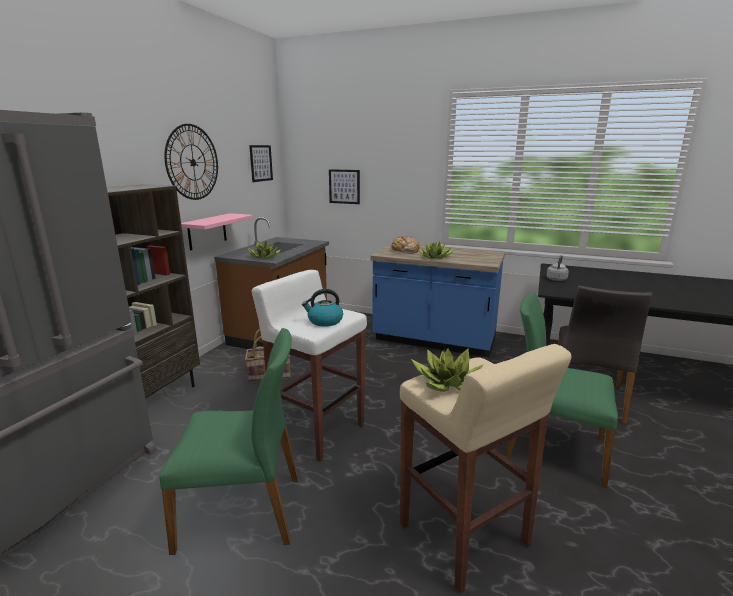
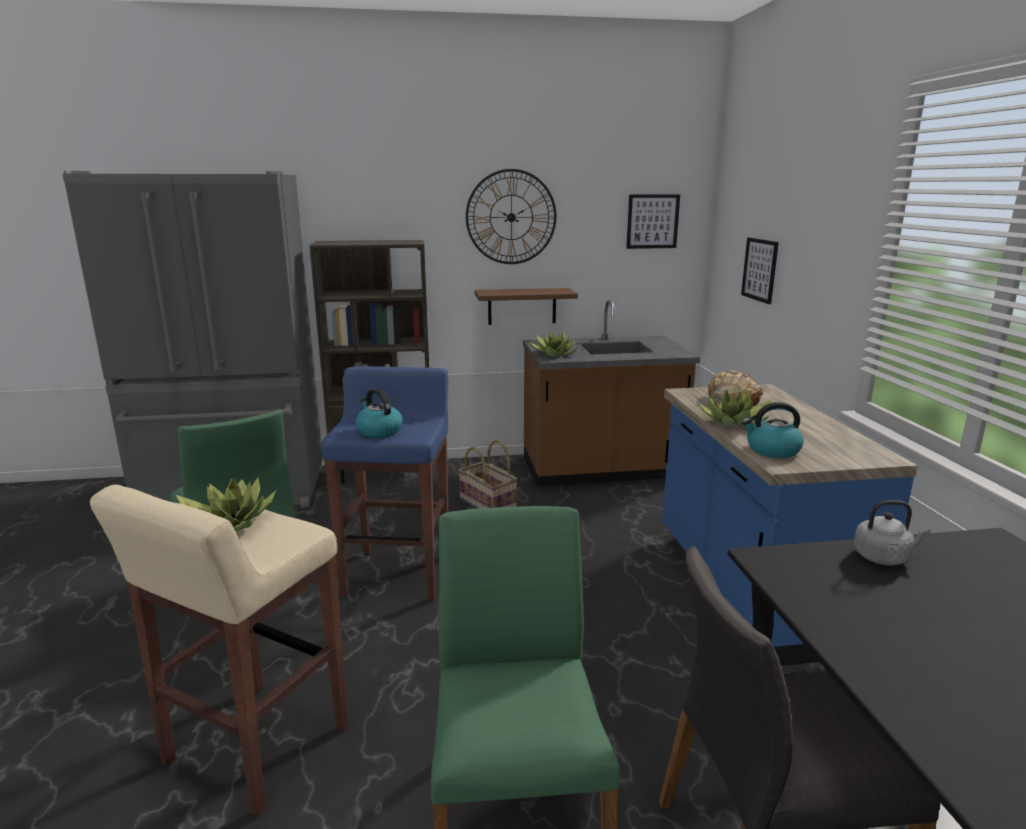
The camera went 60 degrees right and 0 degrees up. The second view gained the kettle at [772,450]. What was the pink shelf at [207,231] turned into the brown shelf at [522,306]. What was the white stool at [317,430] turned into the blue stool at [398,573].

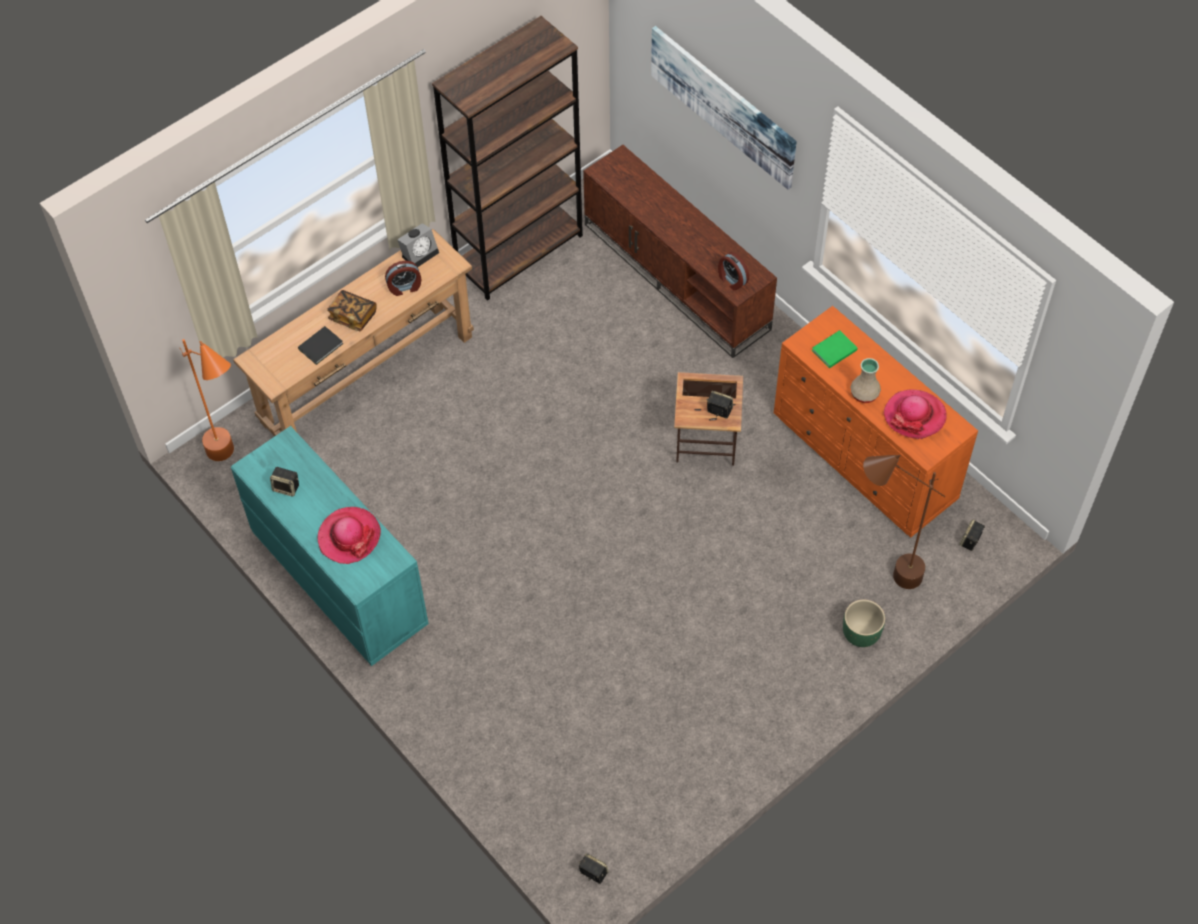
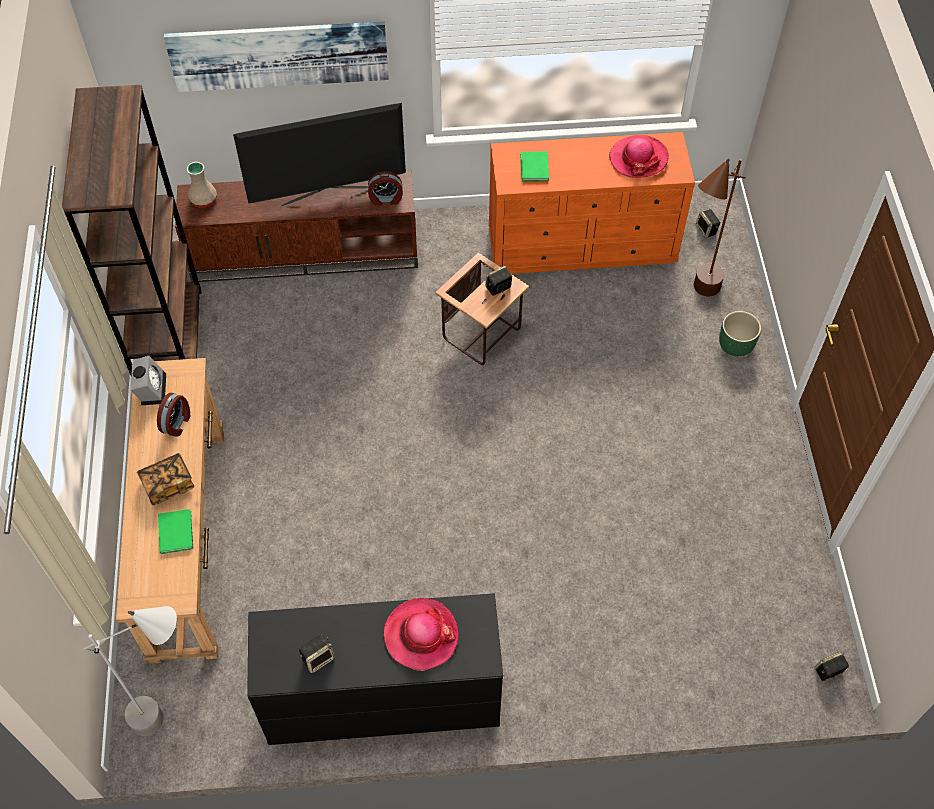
The camera went 55 degrees left and 0 degrees up. The second view gained the television at [328,195]. The beige vase ended up elsewhere, having gone from [865,393] to [203,199]. What was the orange floor lamp at [234,463] turned into the grey floor lamp at [175,715]. What was the turquoise dresser at [339,578] turned into the black dresser at [381,698]. What was the black book at [322,346] turned into the green book at [176,531].

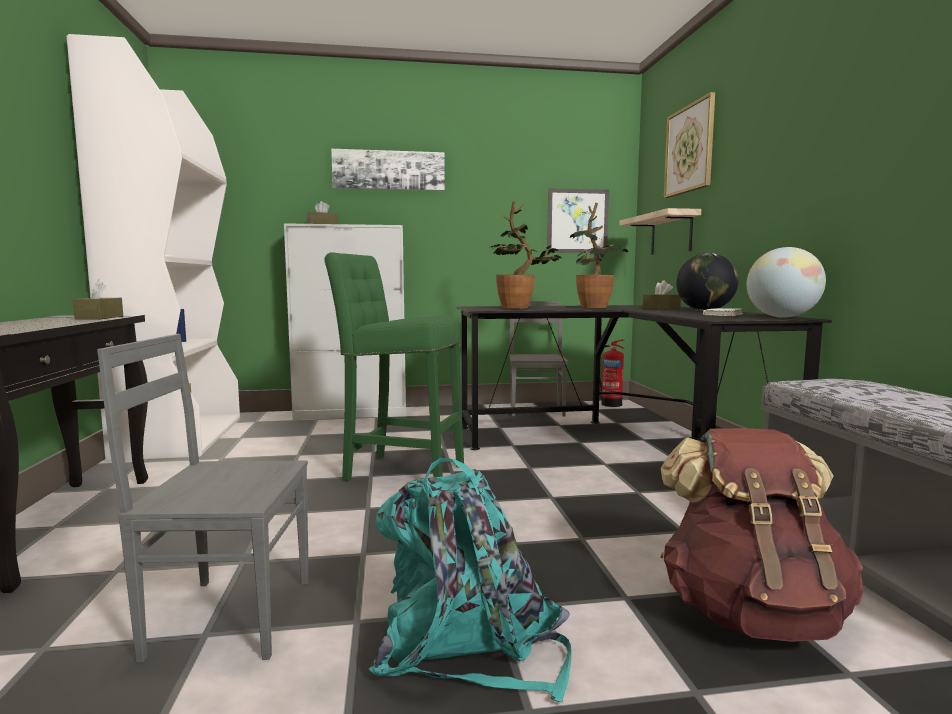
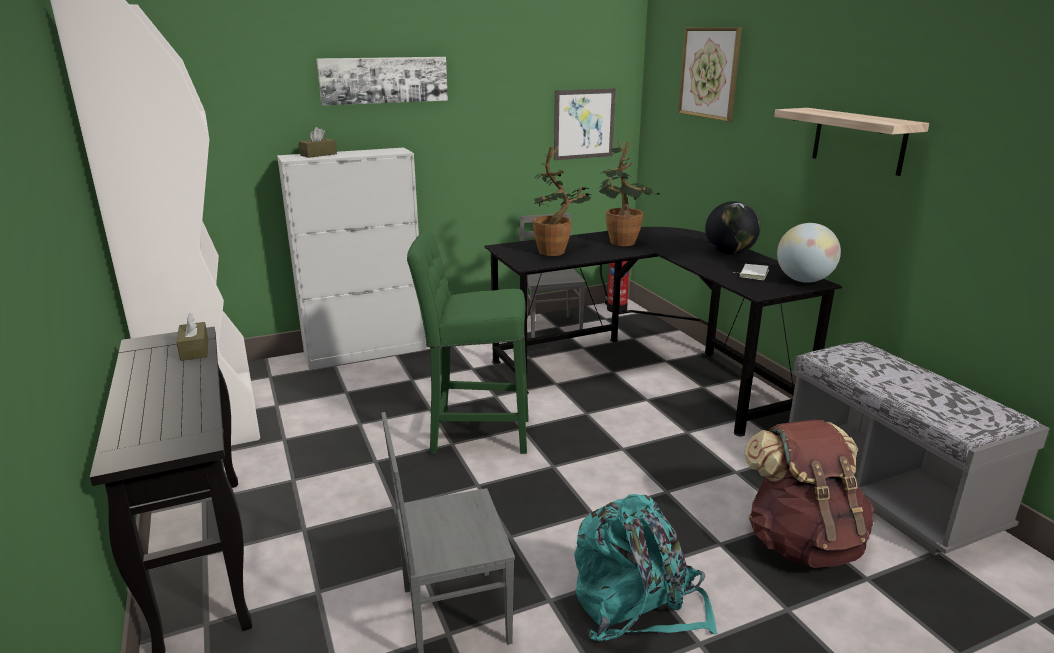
The camera went 15 degrees left and 15 degrees up. The second view lost the brown tissue box at [661,308]. The shelf ended up elsewhere, having gone from [671,234] to [858,140].

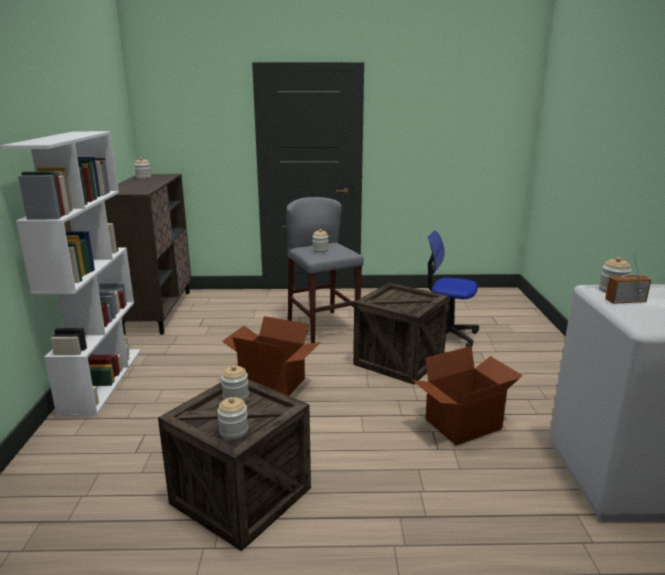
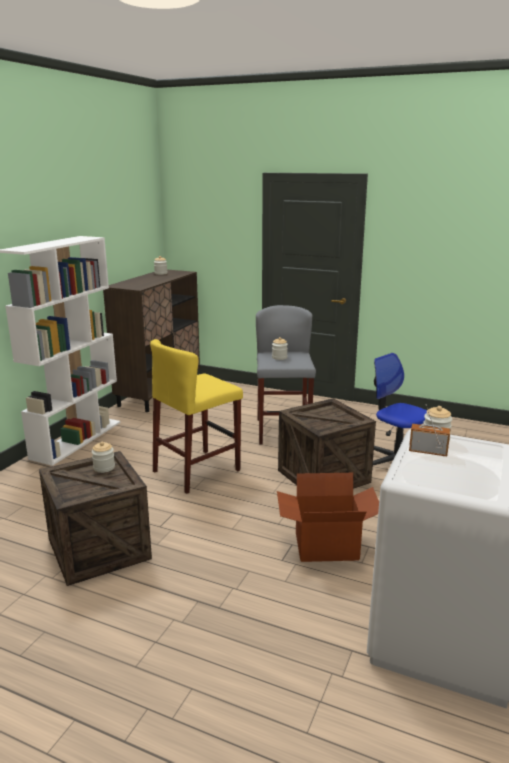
The camera went 25 degrees right and 0 degrees up. The second view lost the jar at [233,431]. Where the cardboard box stood at [273,383], the yellow stool came to stand at [196,471].

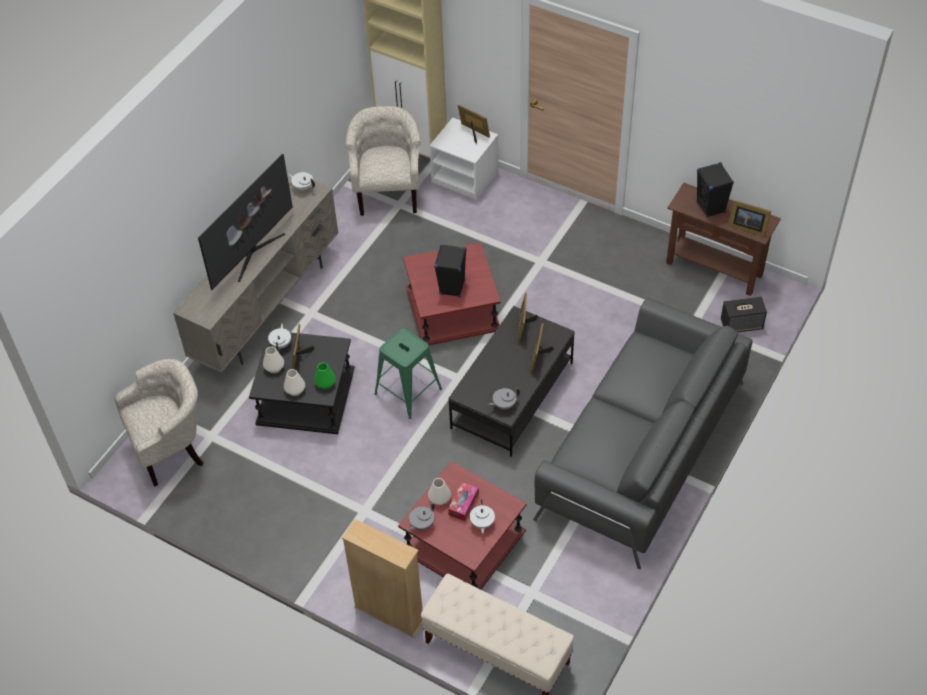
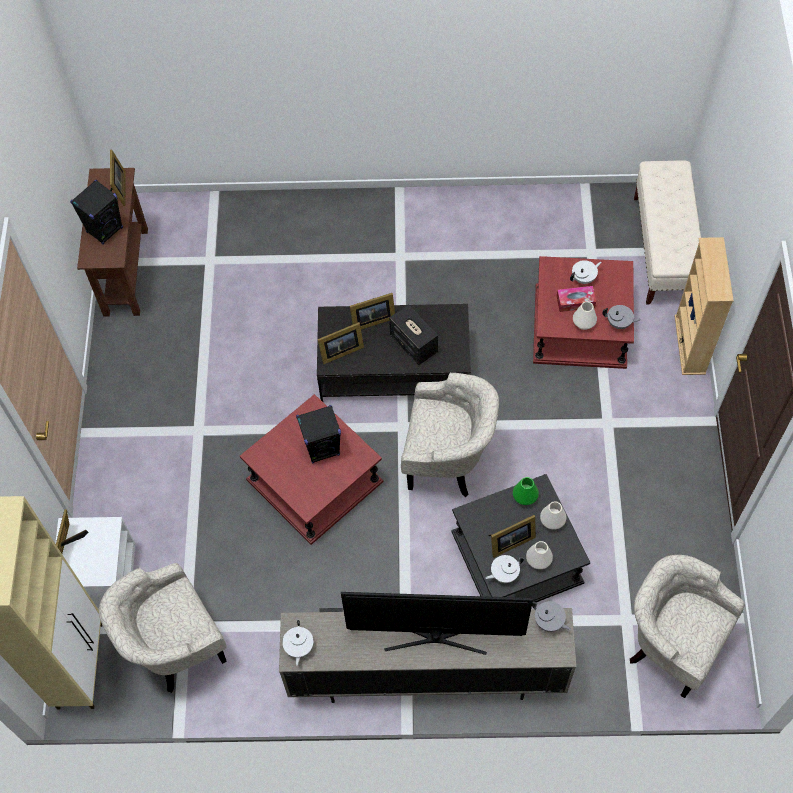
The camera went 120 degrees left and 10 degrees up. The second view lost the grey sofa at [641,449]. The grey teapot ended up elsewhere, having gone from [504,405] to [549,621]. The speaker ended up elsewhere, having gone from [742,324] to [413,343]. Where the green stool stood at [408,391], the beige armchair came to stand at [448,462].

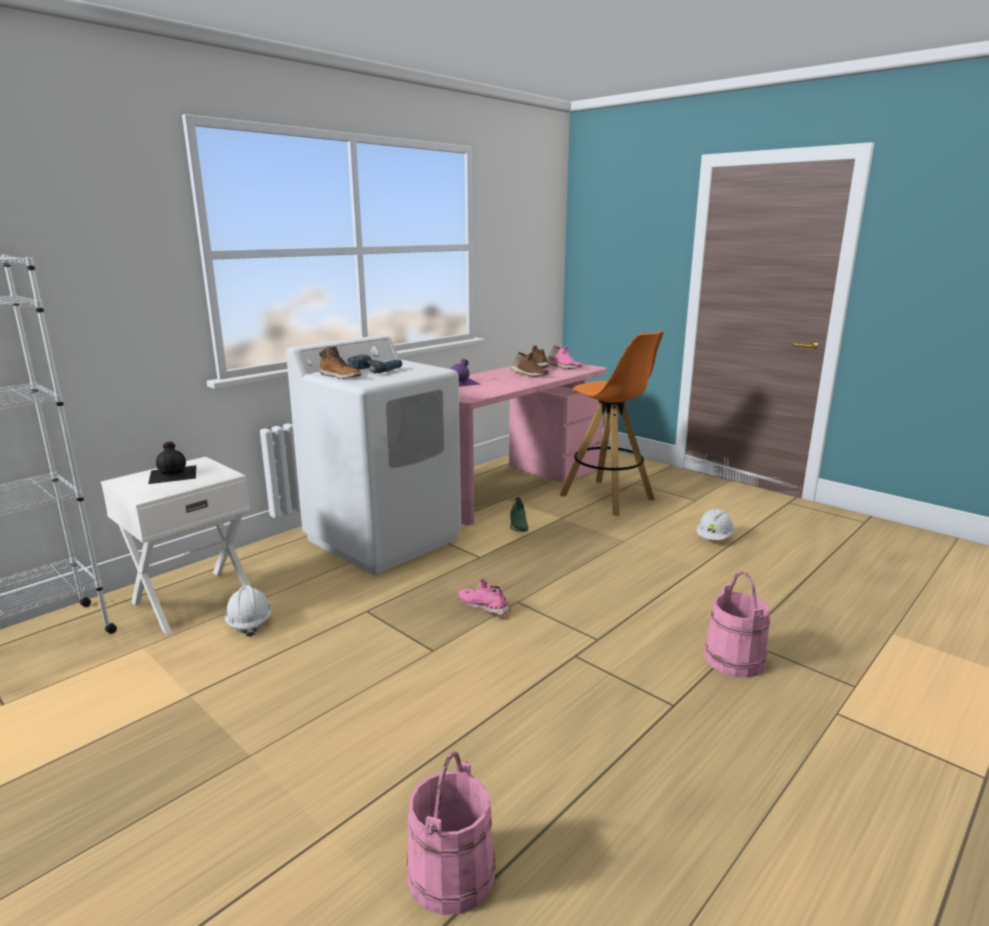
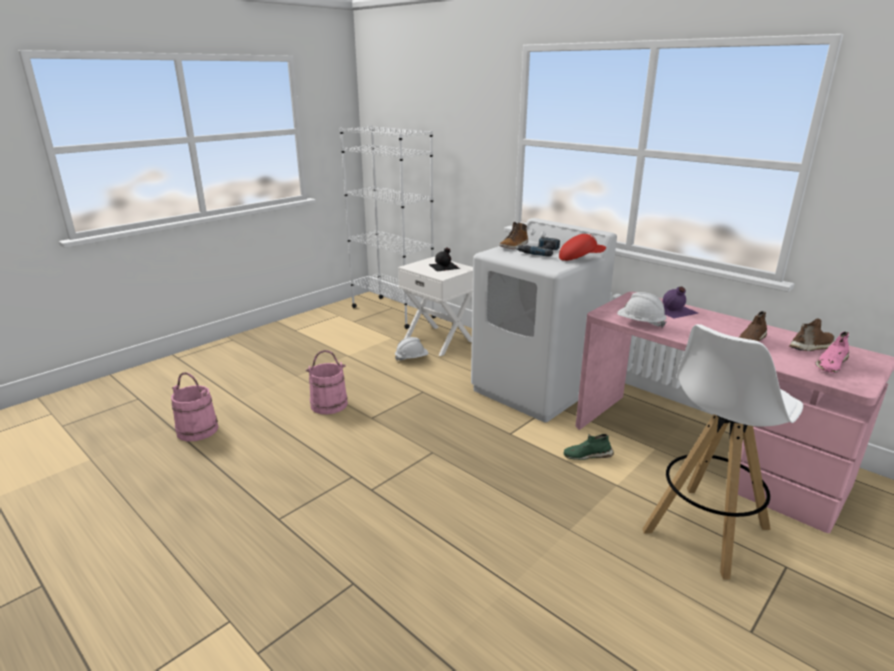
The camera went 90 degrees right and 5 degrees up. The second view lost the pink shoe at [484,607]. The second view gained the red cap at [580,258]. The white hard hat ended up elsewhere, having gone from [714,538] to [640,323]. The pink bucket ended up elsewhere, having gone from [734,659] to [329,404]. What was the orange stool at [608,497] turned into the white stool at [705,530].

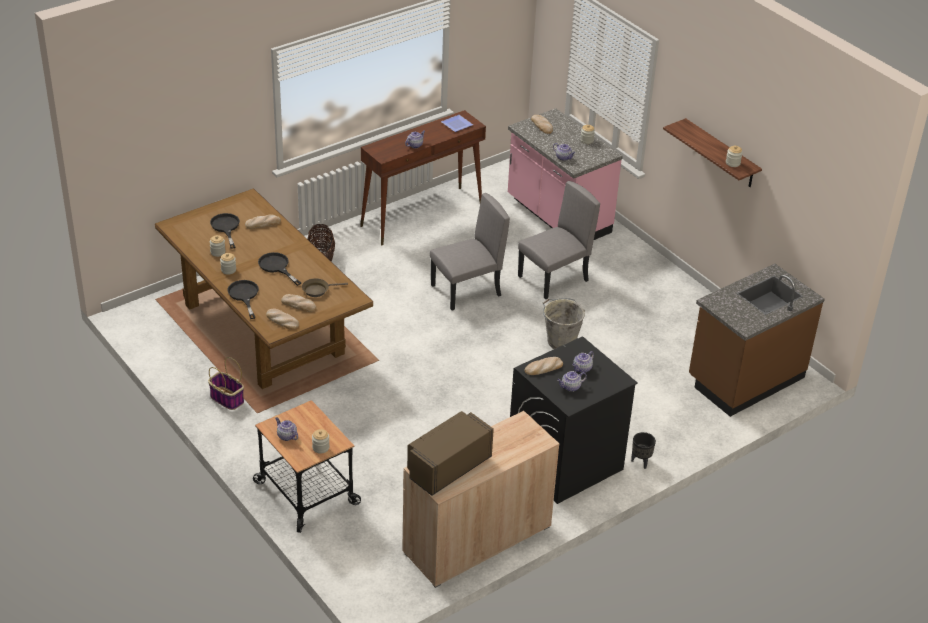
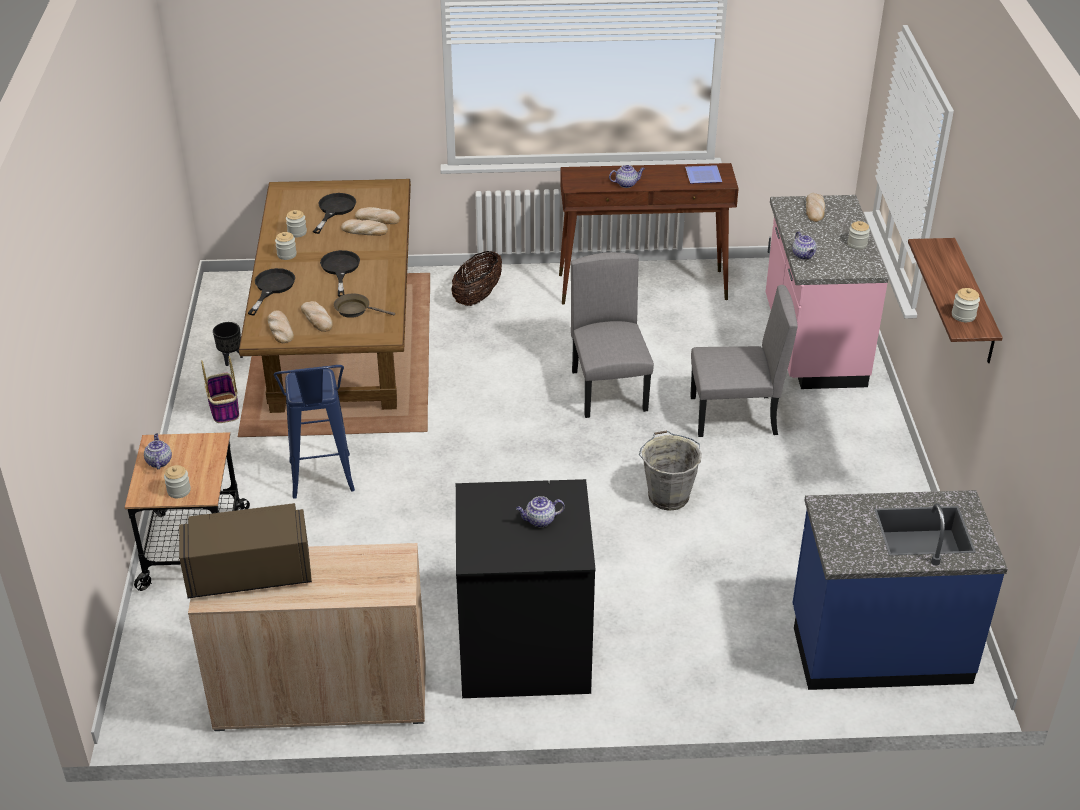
The camera went 35 degrees right and 0 degrees up. The second view lost the teapot at [570,387]. The second view gained the blue stool at [322,484]. The bread ended up elsewhere, having gone from [543,368] to [364,230]. The black planter ended up elsewhere, having gone from [641,462] to [230,359]. What was the brown counter at [745,378] turned into the blue counter at [879,647]. The grey chair at [466,291] ended up facing another way, 105 degrees counterclockwise from before.

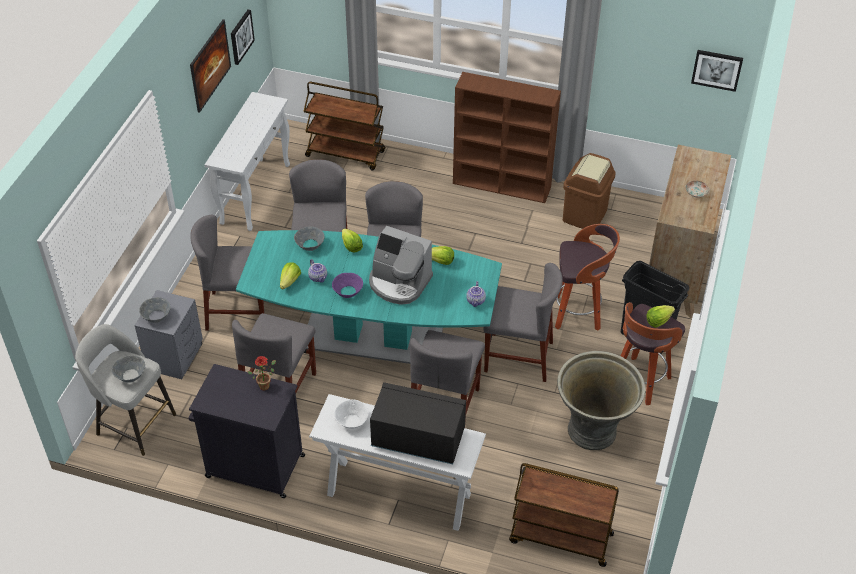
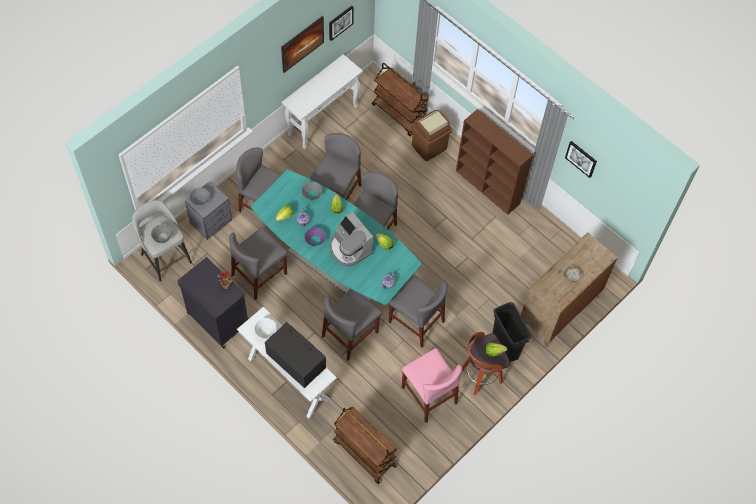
The camera went 25 degrees right and 15 degrees up. The second view lost the stool at [578,314]. The brown trash can ended up elsewhere, having gone from [585,215] to [429,147]. The picture ended up elsewhere, having gone from [717,69] to [581,158]. Where the grey planter stood at [593,431], the pink chair came to stand at [429,395].

